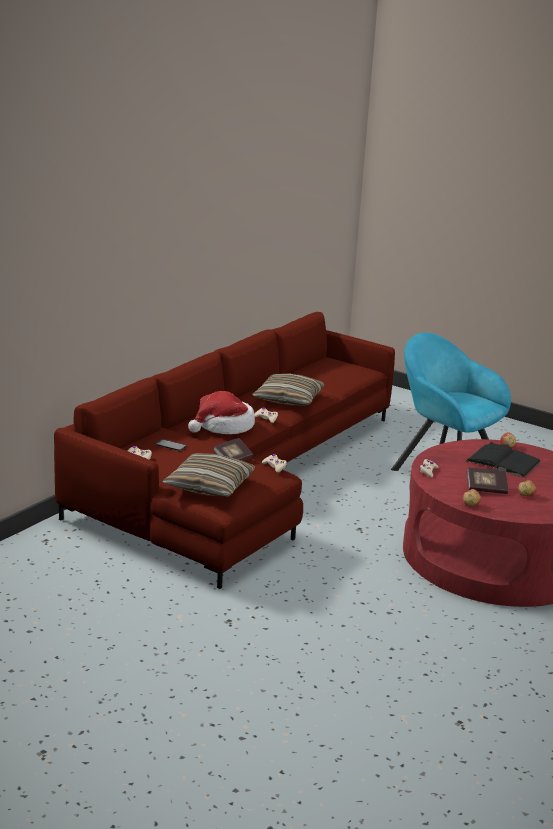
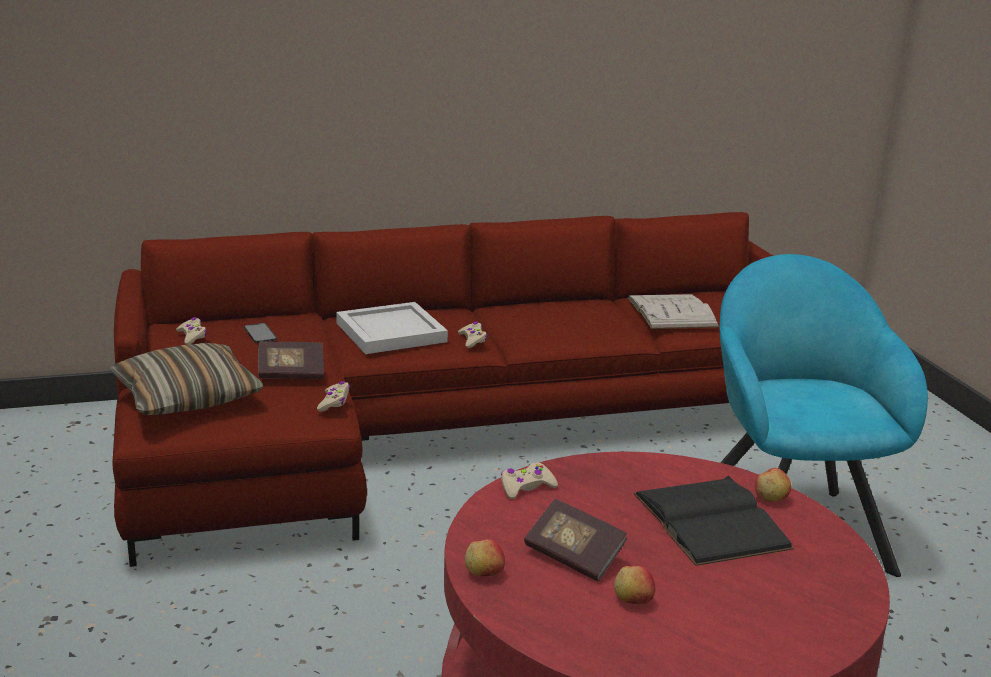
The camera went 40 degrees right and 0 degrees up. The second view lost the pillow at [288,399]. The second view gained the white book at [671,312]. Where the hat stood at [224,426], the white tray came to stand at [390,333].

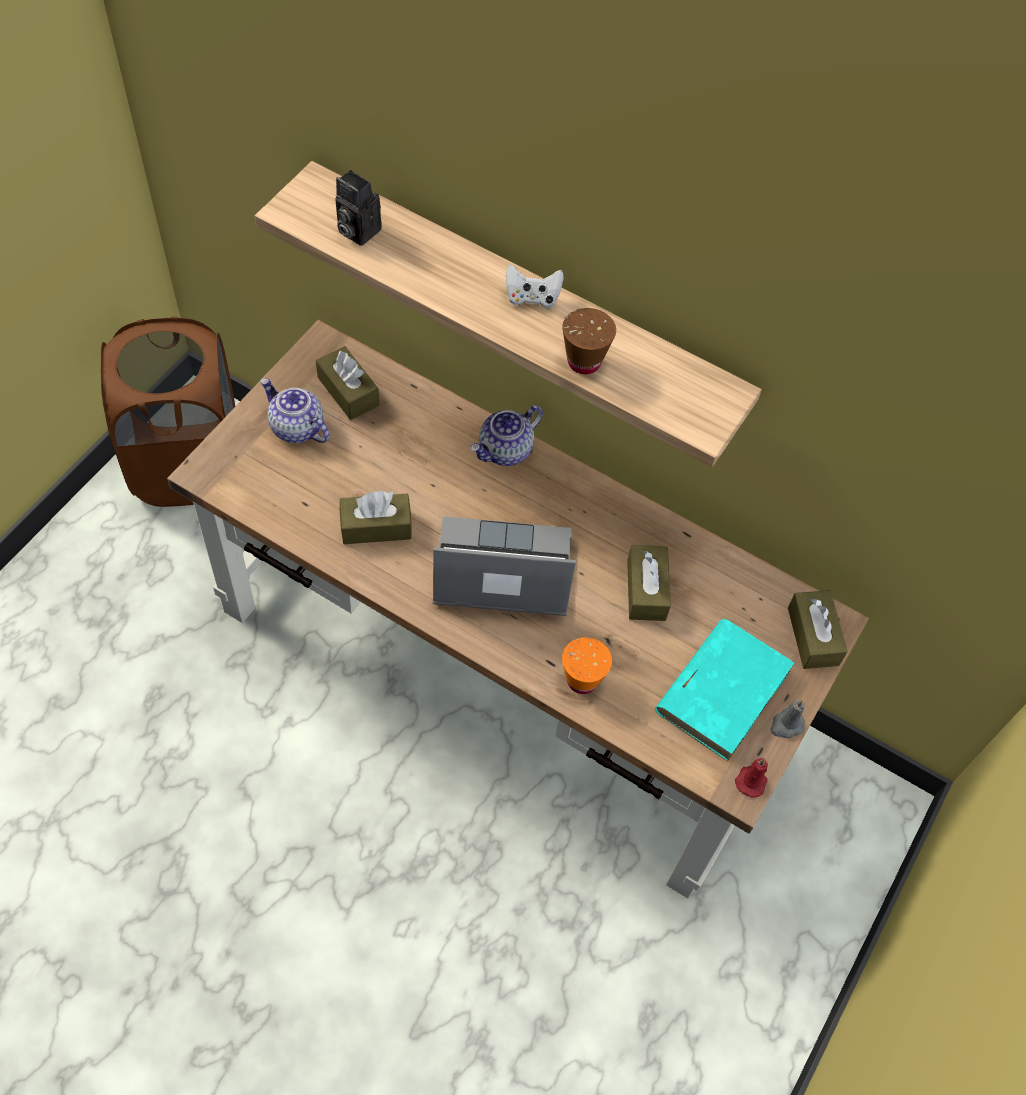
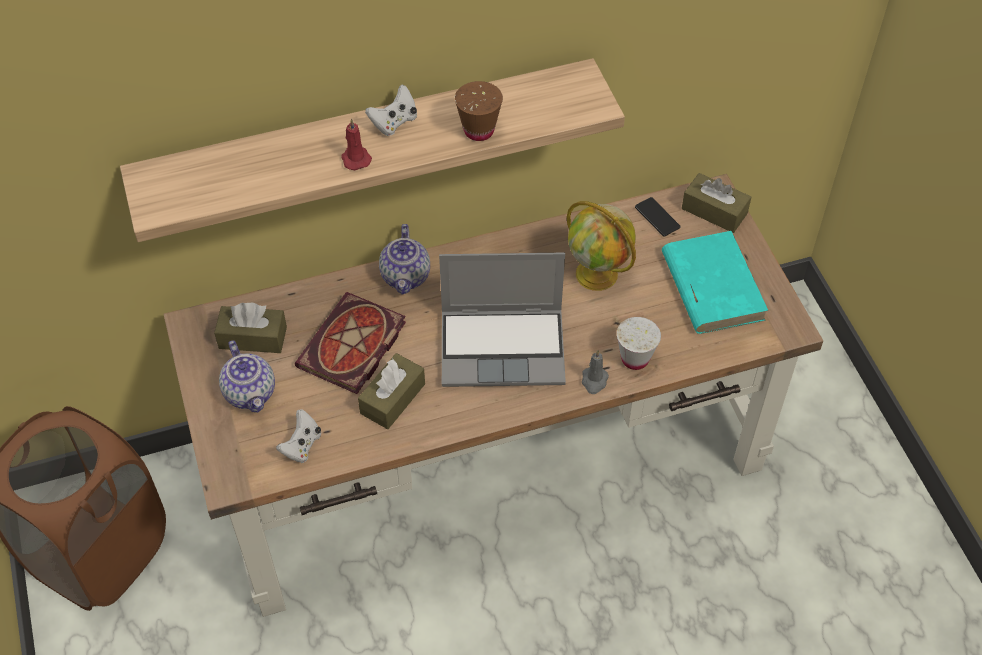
The camera went 45 degrees left and 5 degrees down. The second view lost the photo camera at [356,230]. The second view gained the white game controller at [302,445]. The second view gained the book at [352,348]. The second view gained the phone at [657,217]. The red candle ended up elsewhere, having gone from [751,780] to [355,158]. The grey candle ended up elsewhere, having gone from [786,725] to [594,381]. Where the brown tissue box stood at [646,590], the globe came to stand at [598,274]. What was the orange cup at [582,680] turned into the white cup at [635,359]. The teapot at [296,428] ended up facing another way, 105 degrees counterclockwise from before. The laptop at [500,571] ended up facing another way, 135 degrees counterclockwise from before.

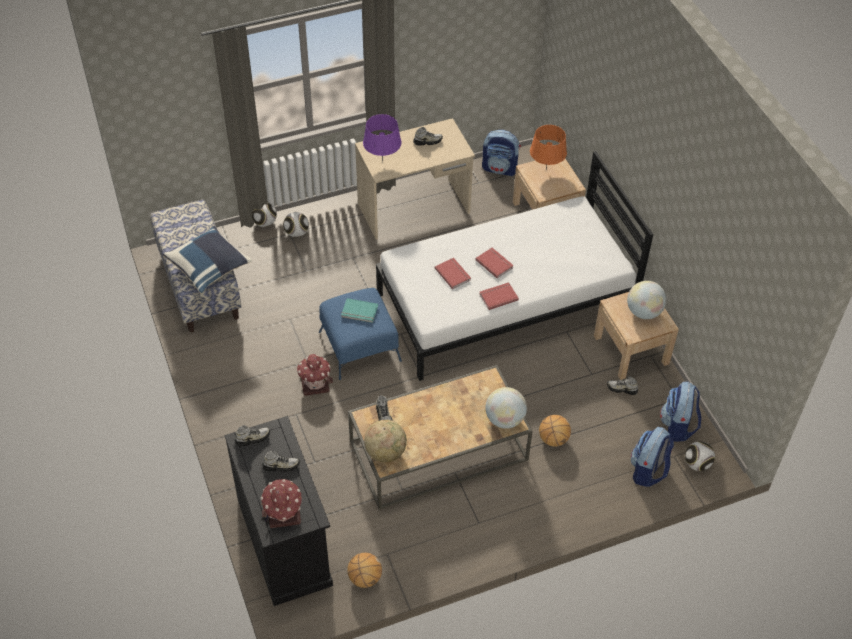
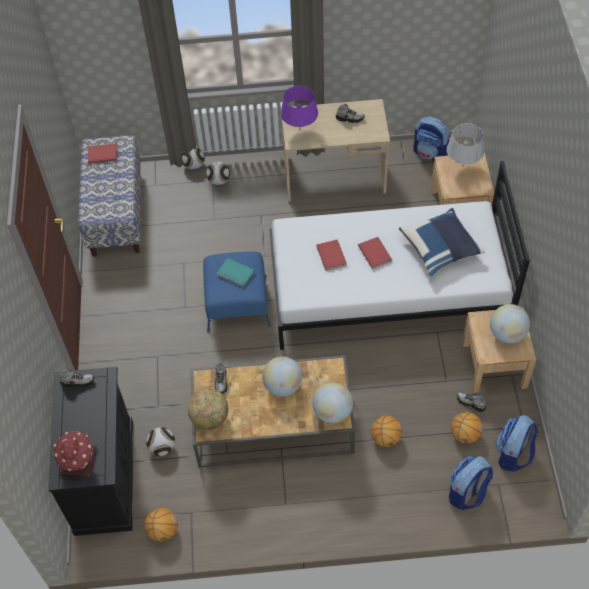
The camera went 20 degrees right and 5 degrees up. The second view lost the shoe at [281,465]. The second view lost the toy house at [315,382]. The second view gained the globe at [283,386]. The second view gained the basketball at [465,434]. The blue pillow ended up elsewhere, having gone from [209,267] to [440,249]. The red book ended up elsewhere, having gone from [498,296] to [102,153]. The football ended up elsewhere, having gone from [697,464] to [162,448]. What was the orange table lamp at [546,169] turned into the grey table lamp at [462,166].

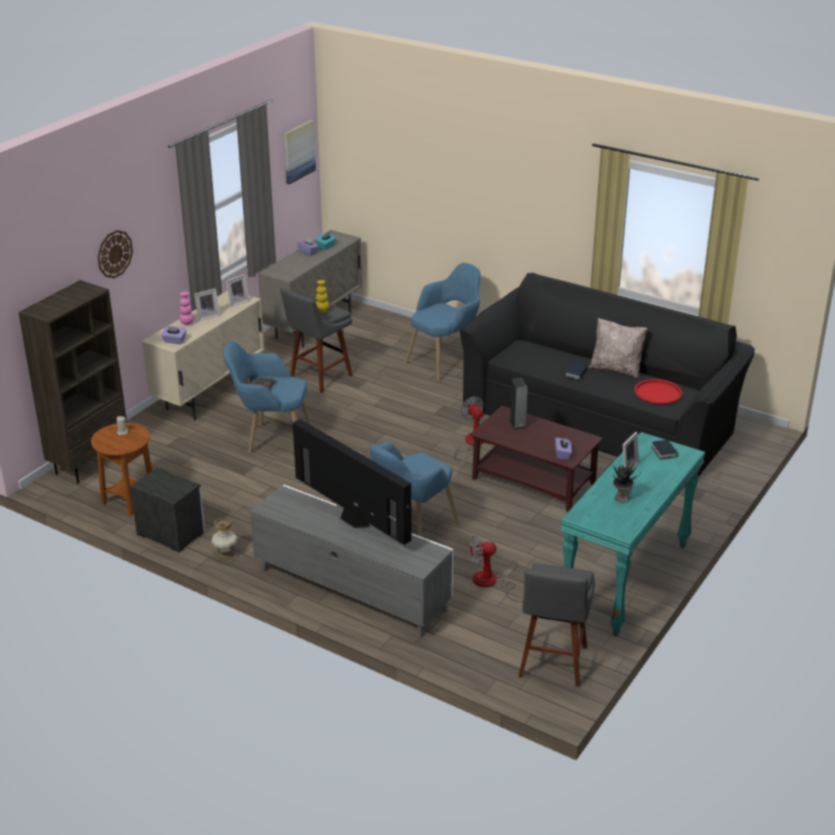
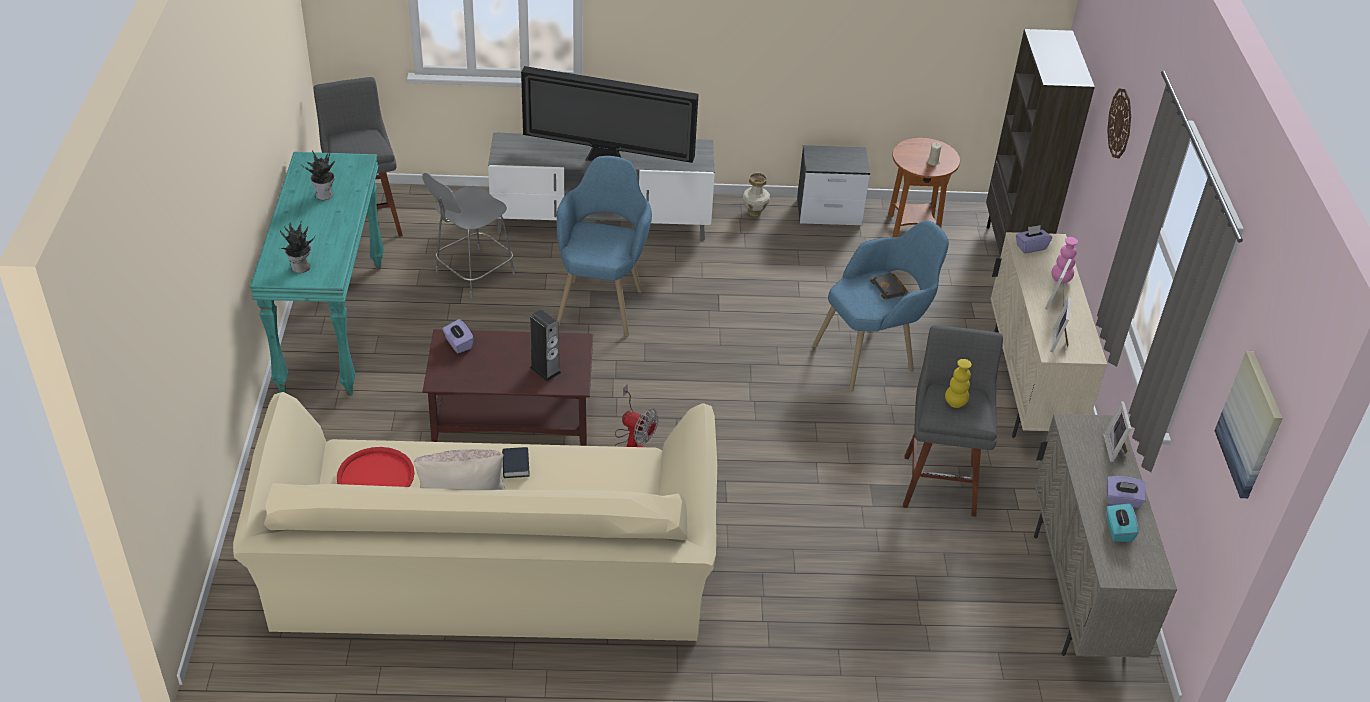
The camera went 145 degrees right and 10 degrees up. The second view lost the blue armchair at [445,361]. The picture frame ended up elsewhere, having gone from [626,467] to [1115,448]. Where the fan stood at [492,583], the grey stool came to stand at [472,274]. Where the book stood at [664,452], the potted plant came to stand at [300,267]. What was the black sofa at [600,416] turned into the beige sofa at [490,579].

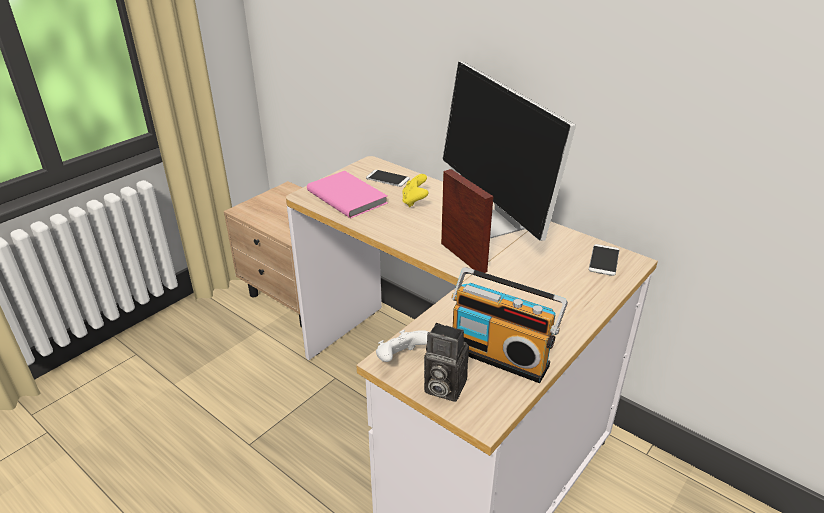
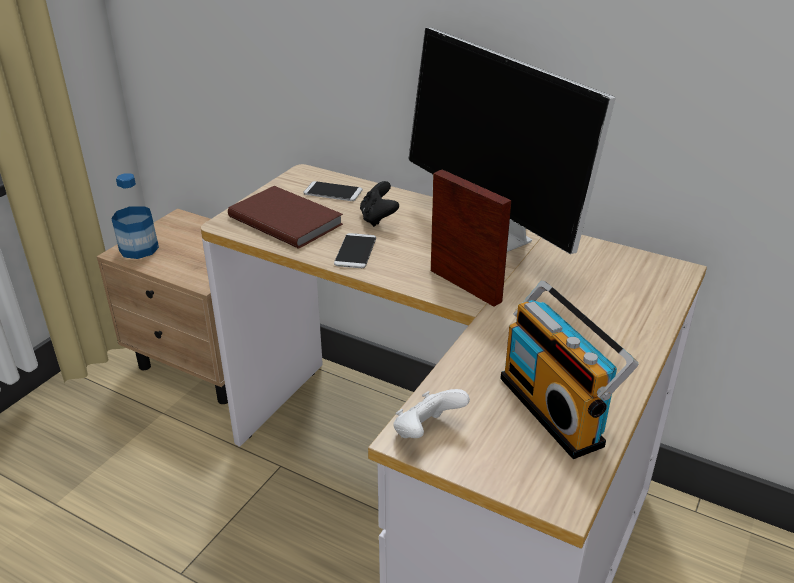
The camera went 10 degrees left and 0 degrees up. The second view lost the photo camera at [442,387]. The second view gained the bottle at [139,249]. The phone ended up elsewhere, having gone from [604,260] to [355,251]. What was the pink book at [348,196] turned into the brown book at [286,219]. What was the yellow game controller at [414,201] turned into the black game controller at [378,218]. The radio at [501,354] ended up facing another way, 45 degrees clockwise from before.

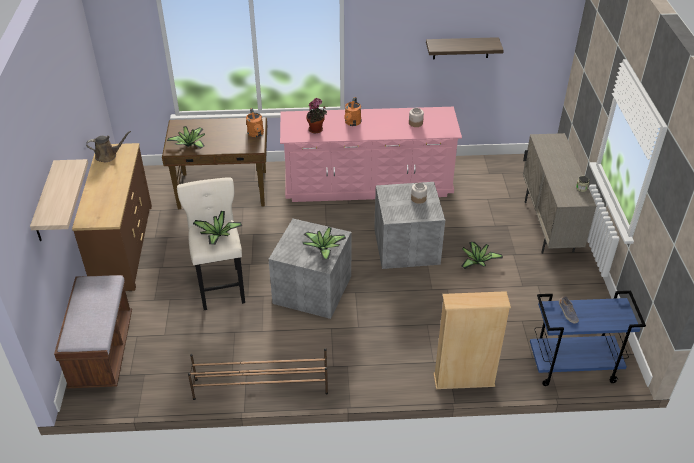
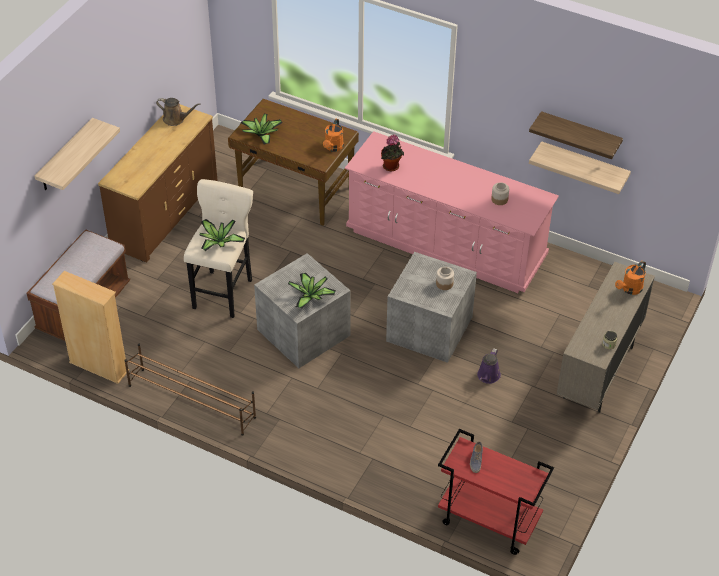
The camera went 30 degrees right and 5 degrees up. The second view gained the shelf at [584,165]. The orange watering can ended up elsewhere, having gone from [352,123] to [630,289]. The beige bookcase ended up elsewhere, having gone from [464,380] to [99,367]. Where the potted plant stood at [477,261], the purple watering can came to stand at [488,376]. What was the blue cart at [572,367] turned into the red cart at [487,521].

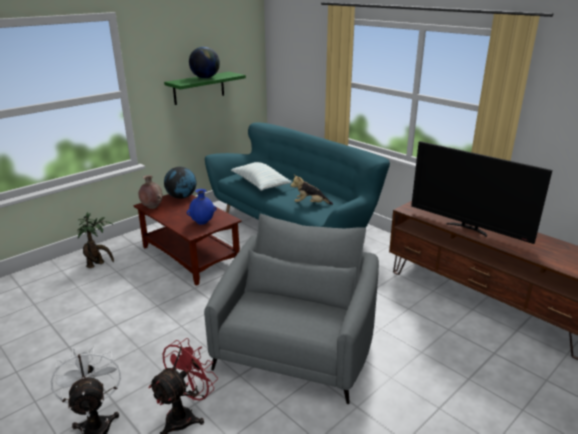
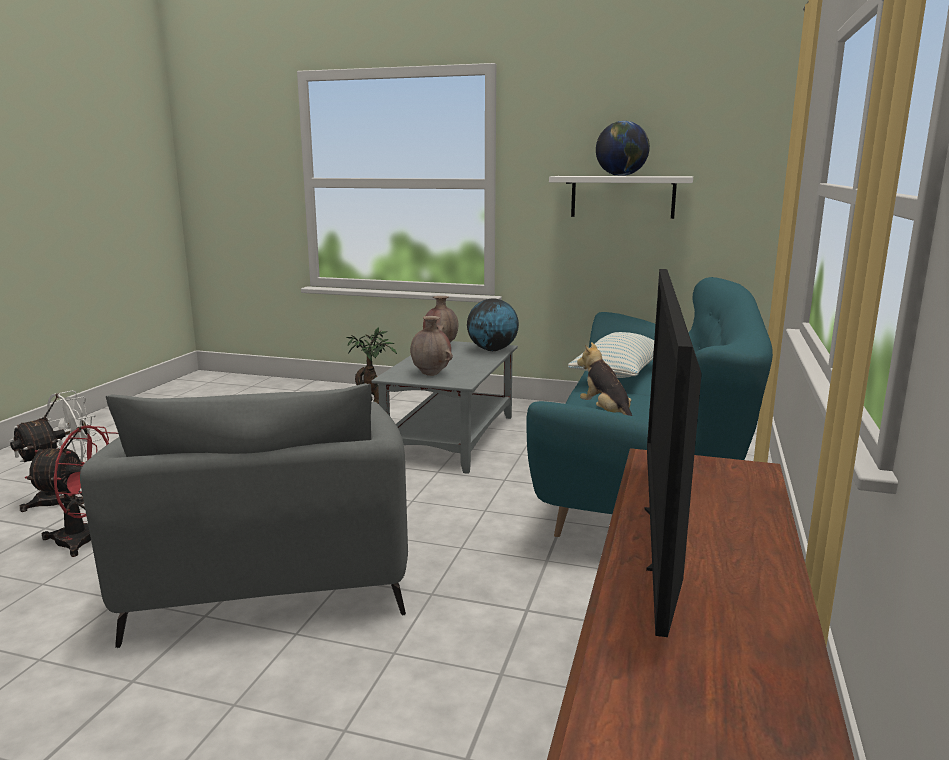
The camera went 60 degrees right and 10 degrees down. What was the brown coffee table at [191,256] turned into the grey coffee table at [451,439]. What was the green shelf at [199,88] turned into the white shelf at [622,197]. What was the blue vase at [202,222] turned into the brown vase at [431,374]. The grey armchair at [296,349] ended up facing another way, 90 degrees clockwise from before.

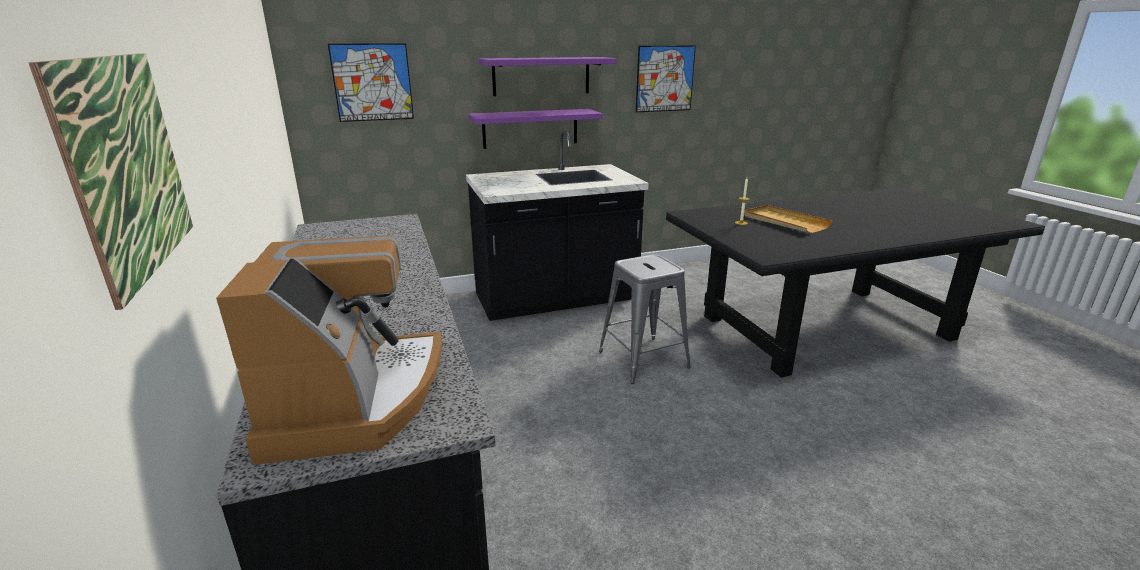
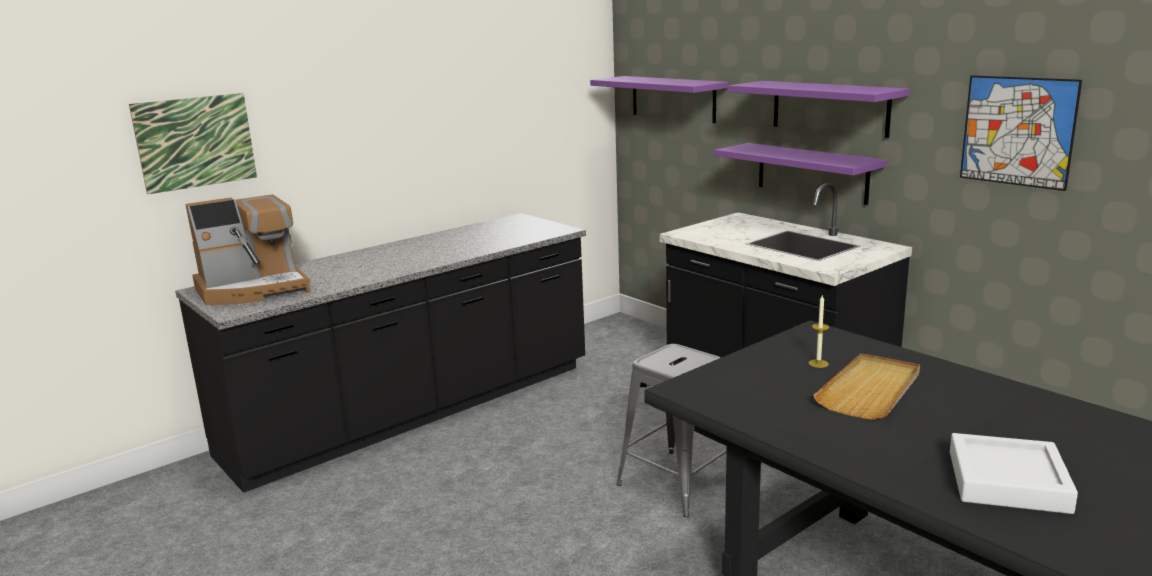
The camera went 70 degrees right and 5 degrees down. The second view gained the white tray at [1007,481]. Where the picture hung at [372,82], the purple shelf came to hang at [673,98].

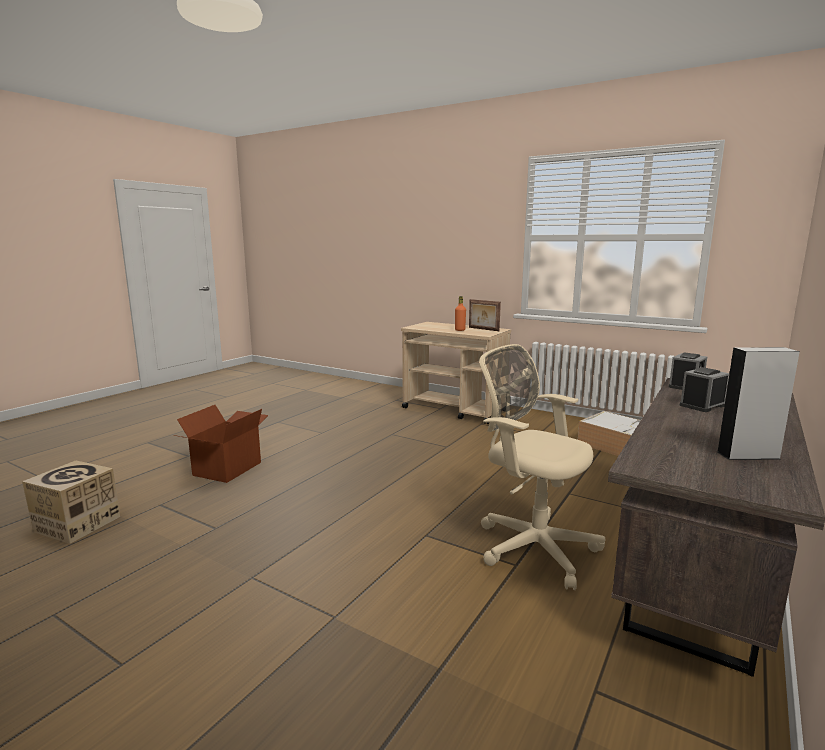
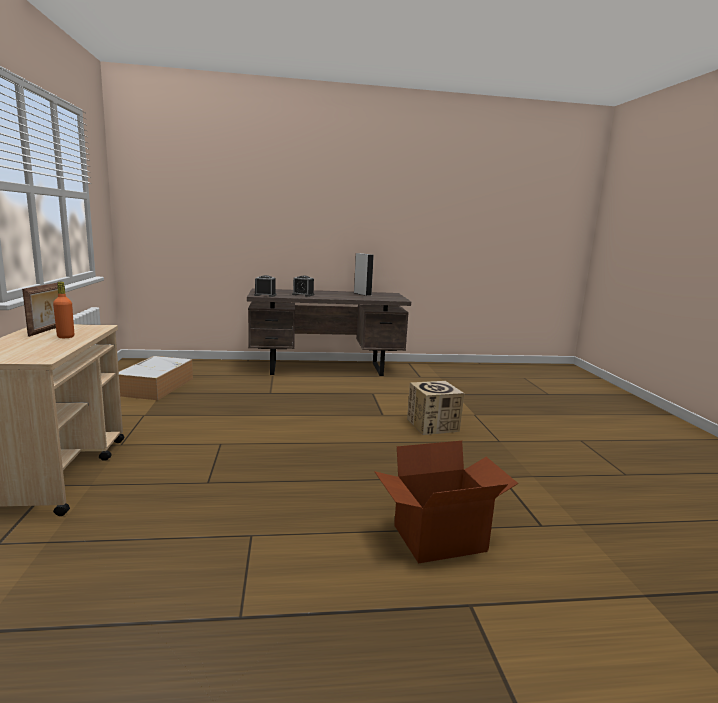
The camera went 130 degrees left and 0 degrees up. The second view lost the beige office chair at [532,546]. The cardboard box ended up elsewhere, having gone from [77,524] to [433,425].

